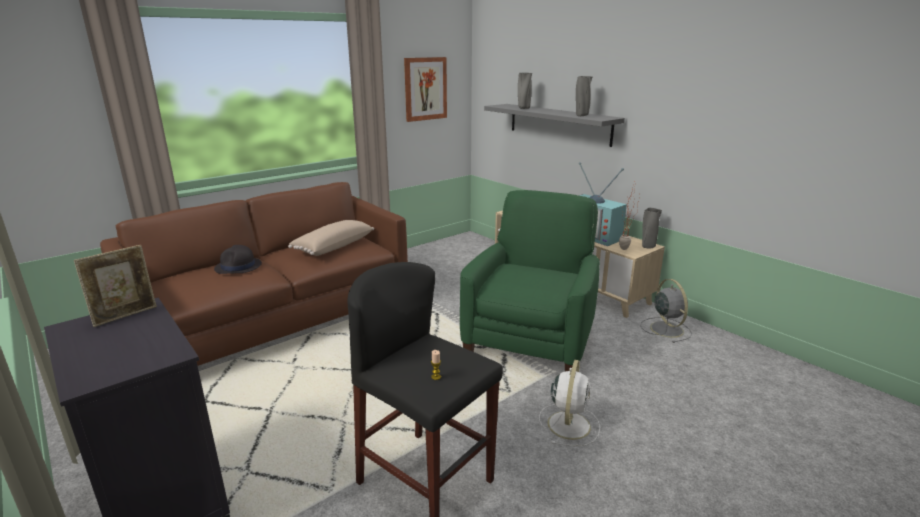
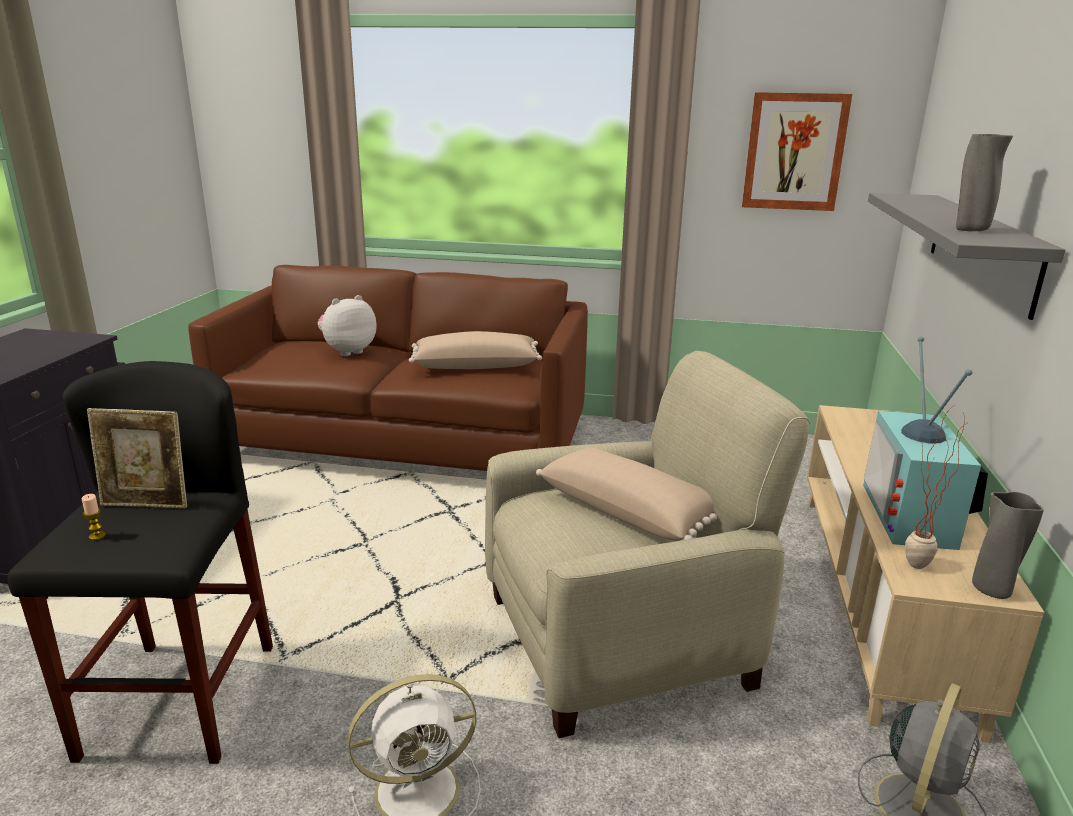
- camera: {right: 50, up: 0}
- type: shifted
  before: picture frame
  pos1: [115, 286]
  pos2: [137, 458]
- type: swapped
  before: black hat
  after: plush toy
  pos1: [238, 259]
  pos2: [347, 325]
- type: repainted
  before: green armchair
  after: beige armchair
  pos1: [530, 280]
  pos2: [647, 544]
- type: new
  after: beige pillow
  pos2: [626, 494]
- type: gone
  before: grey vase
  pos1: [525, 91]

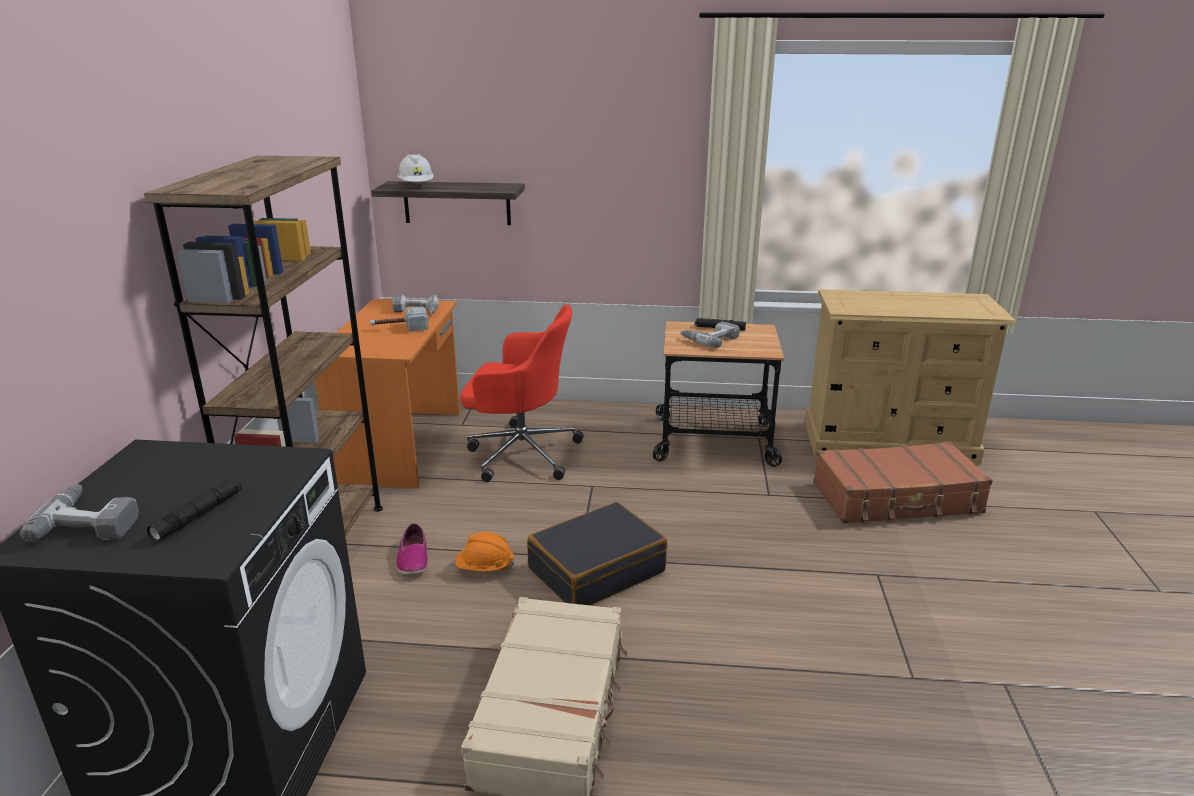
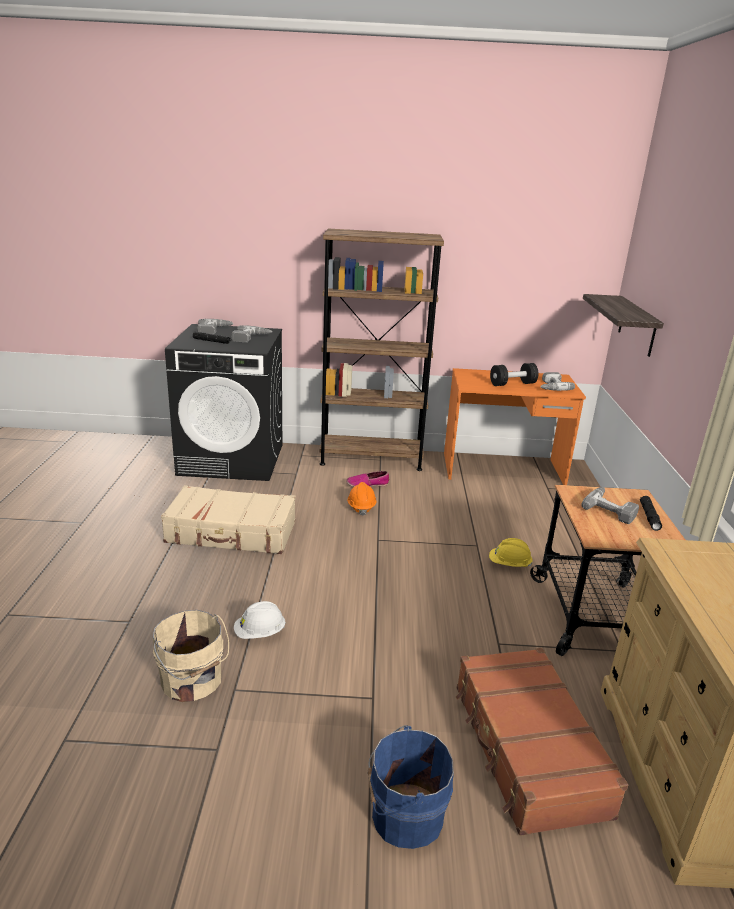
- camera: {right: 85, up: 0}
- type: new
  after: beige bucket
  pos2: [191, 656]
- type: new
  after: power drill
  pos2: [251, 334]
- type: shifted
  before: white hard hat
  pos1: [416, 168]
  pos2: [260, 620]
- type: new
  after: blue bucket
  pos2: [411, 787]
- type: new
  after: yellow hard hat
  pos2: [511, 552]
- type: swapped
  before: hammer
  after: black dumbbell
  pos1: [399, 319]
  pos2: [514, 374]
- type: gone
  before: red office chair
  pos1: [522, 393]
- type: gone
  before: black suitcase
  pos1: [597, 553]

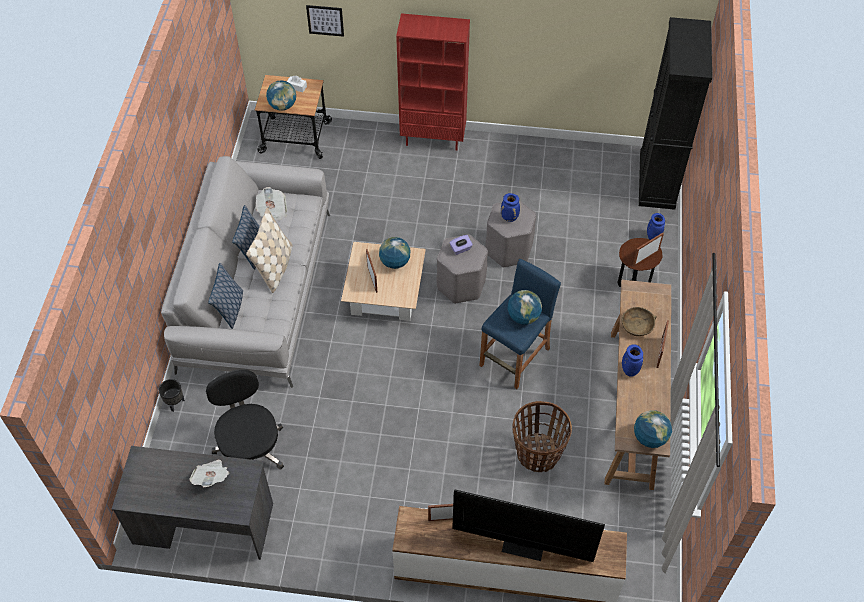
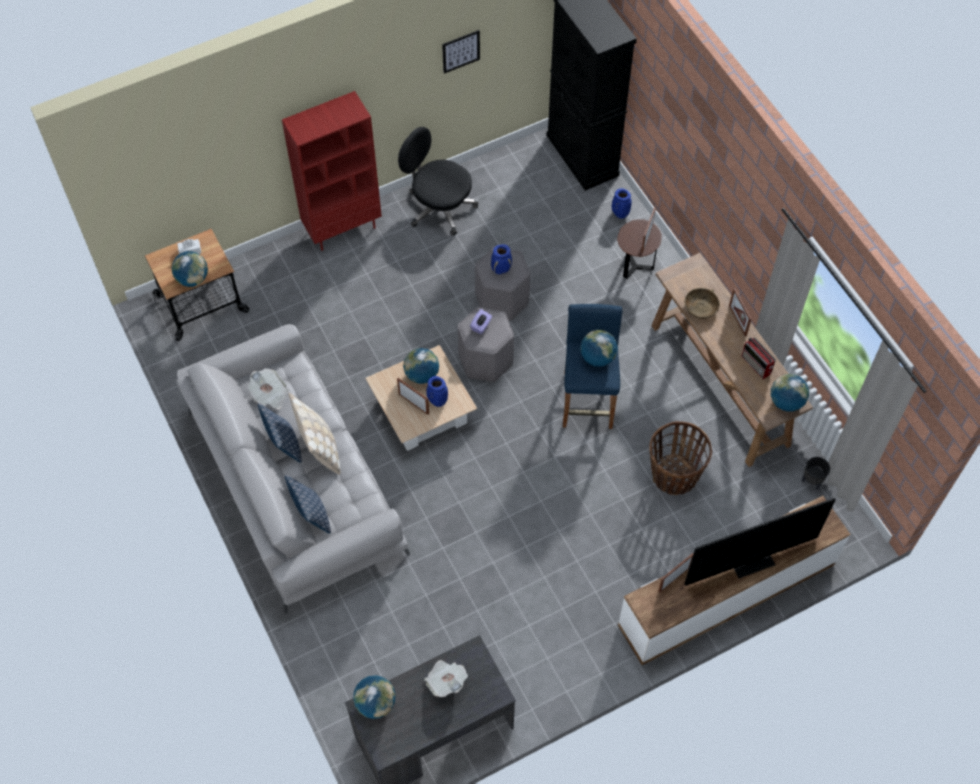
- camera: {right: -35, up: 5}
- type: new
  after: globe
  pos2: [374, 697]
- type: shifted
  before: black office chair
  pos1: [245, 419]
  pos2: [438, 181]
- type: shifted
  before: blue vase
  pos1: [632, 360]
  pos2: [437, 391]
- type: shifted
  before: picture
  pos1: [325, 21]
  pos2: [461, 52]
- type: new
  after: radio
  pos2: [758, 358]
- type: shifted
  before: black planter
  pos1: [172, 395]
  pos2: [816, 473]

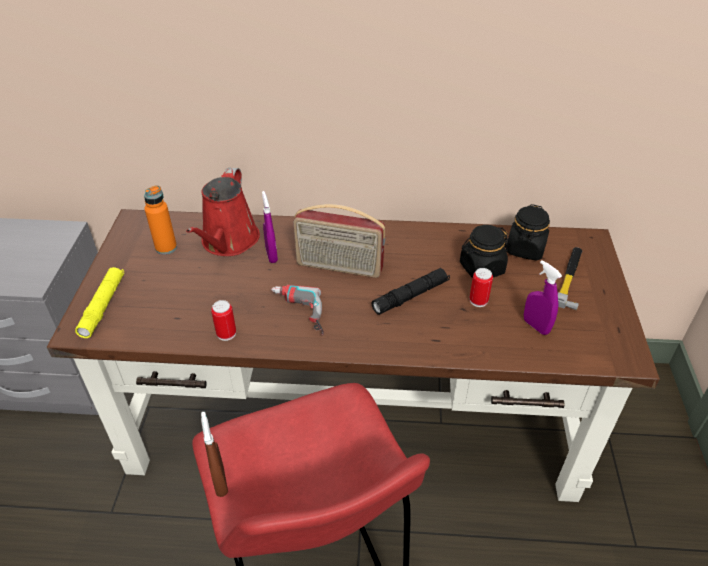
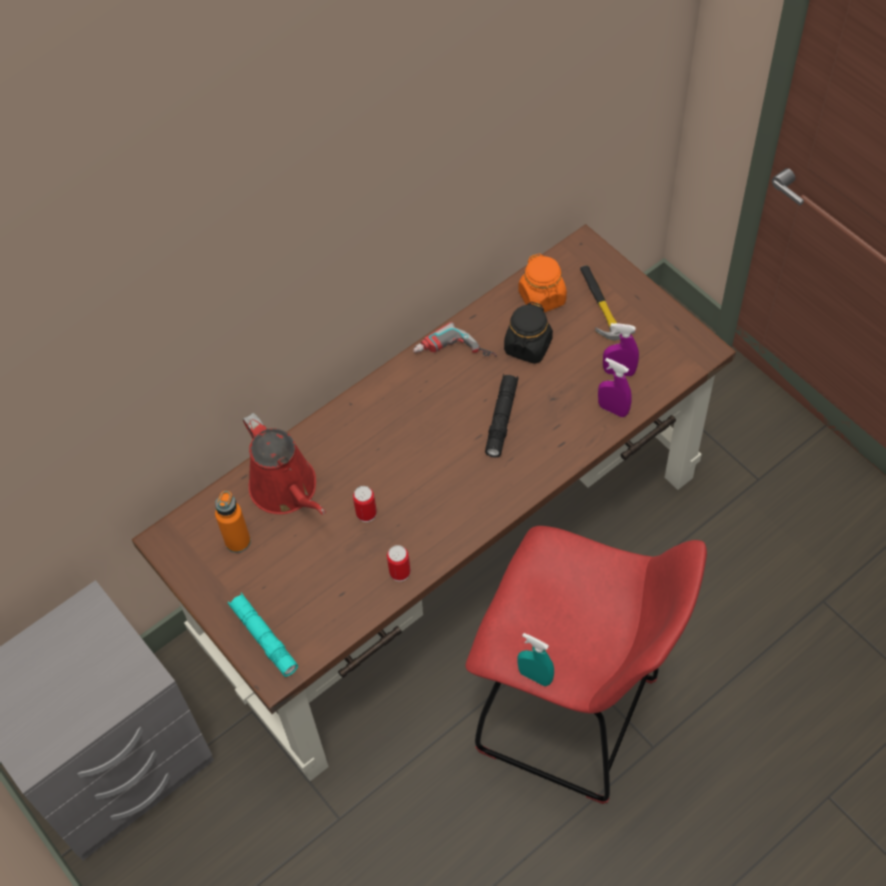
- camera: {right: -40, up: 15}
- type: repainted
  before: yellow flashlight
  after: turquoise flashlight
  pos1: [99, 302]
  pos2: [263, 635]
- type: shifted
  before: can
  pos1: [481, 287]
  pos2: [365, 504]
- type: shifted
  before: power drill
  pos1: [297, 310]
  pos2: [455, 339]
- type: repainted
  before: brown spray bottle
  after: turquoise spray bottle
  pos1: [214, 454]
  pos2: [535, 659]
- type: repainted
  before: black jar
  after: orange jar
  pos1: [528, 232]
  pos2: [543, 282]
- type: shifted
  before: purple spray bottle
  pos1: [270, 227]
  pos2: [615, 387]
- type: gone
  before: radio
  pos1: [339, 241]

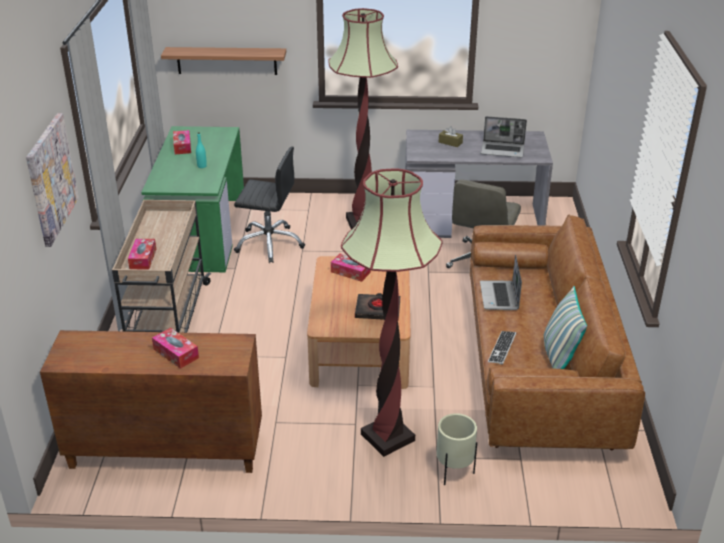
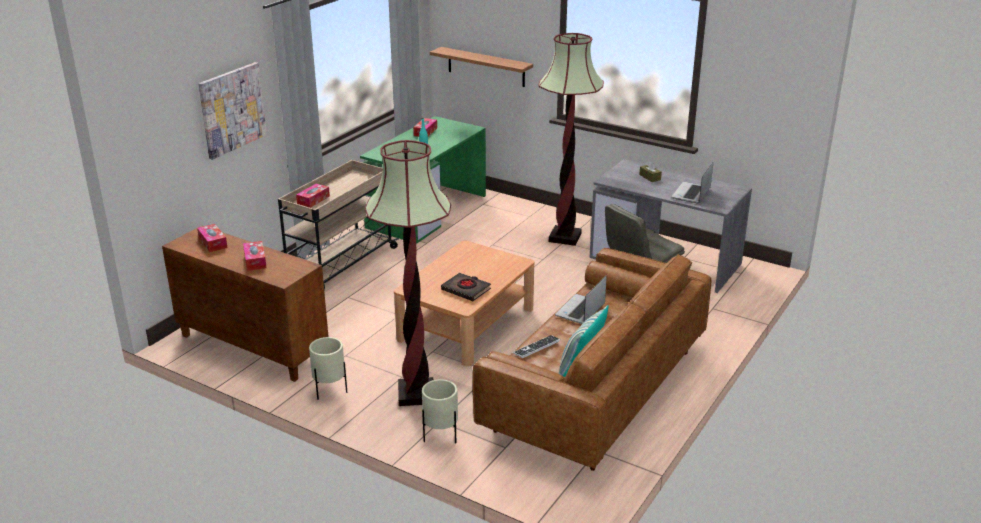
- camera: {right: 30, up: -5}
- type: shifted
  before: tissue box
  pos1: [351, 267]
  pos2: [212, 238]
- type: new
  after: beige planter
  pos2: [328, 368]
- type: rotated
  before: laptop
  pos1: [504, 137]
  pos2: [692, 182]
  turn: 75
- type: gone
  before: black office chair
  pos1: [269, 205]

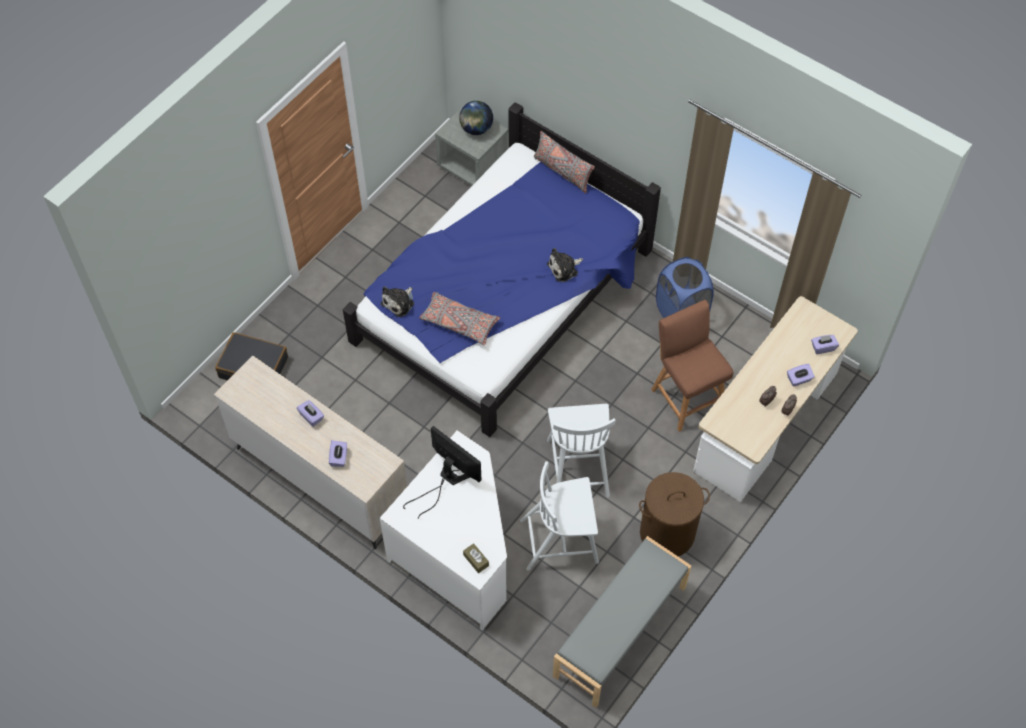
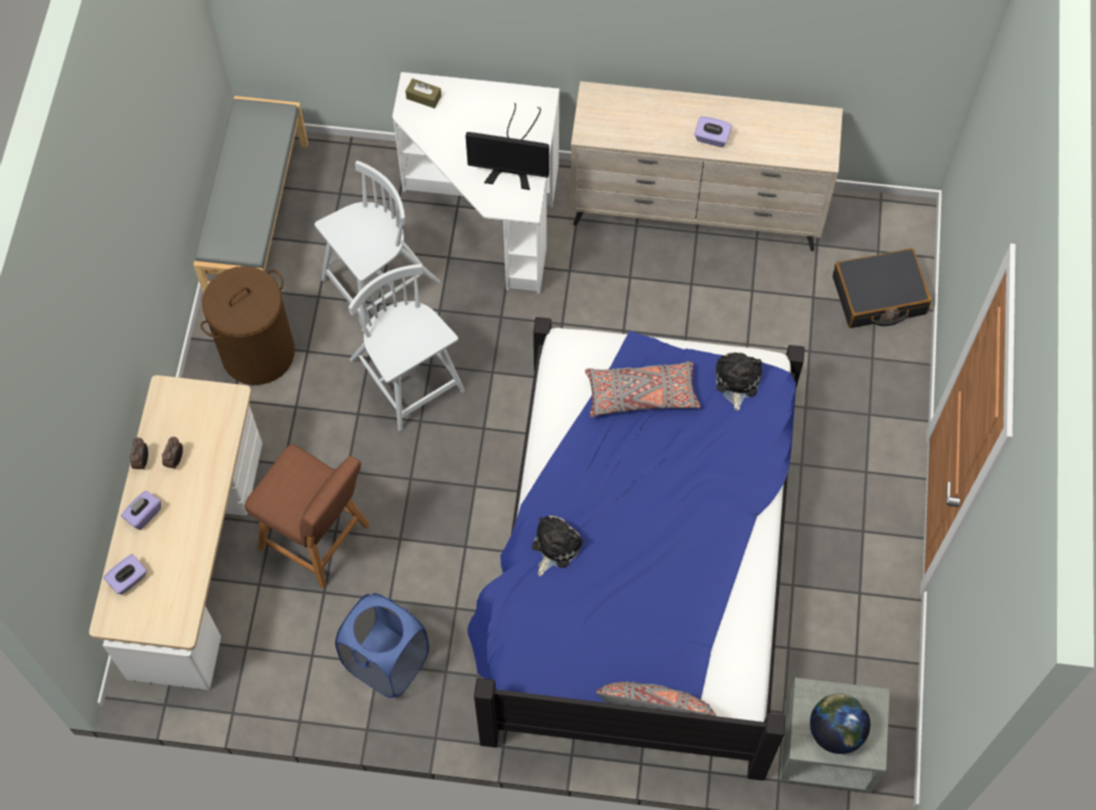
- camera: {right: 150, up: 5}
- type: gone
  before: purple tissue box
  pos1: [338, 453]

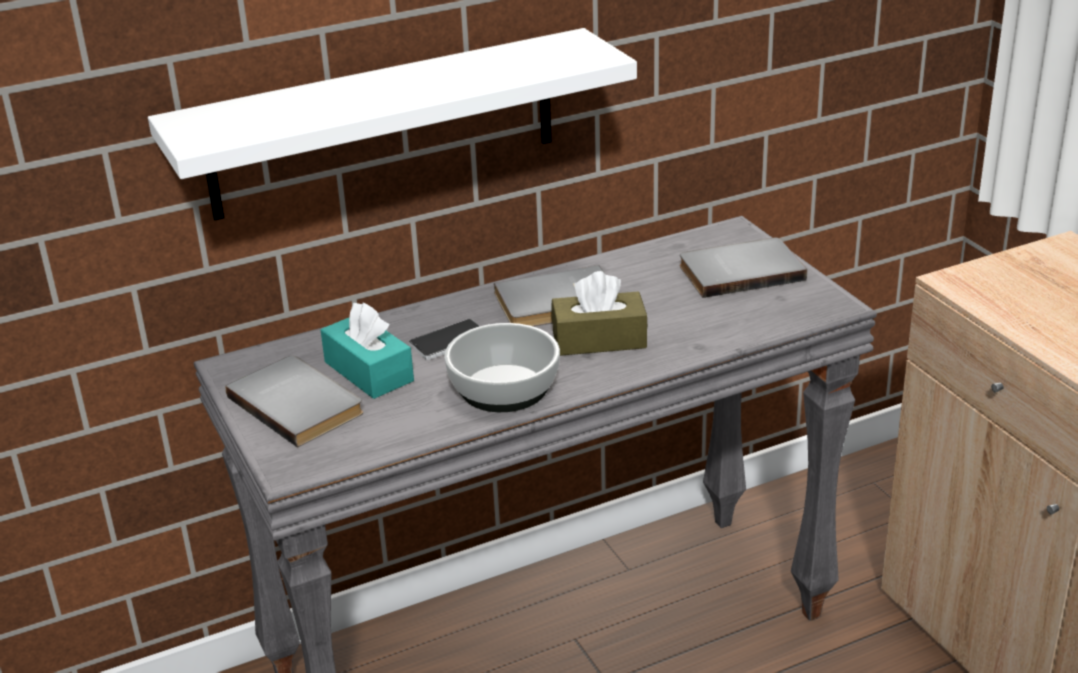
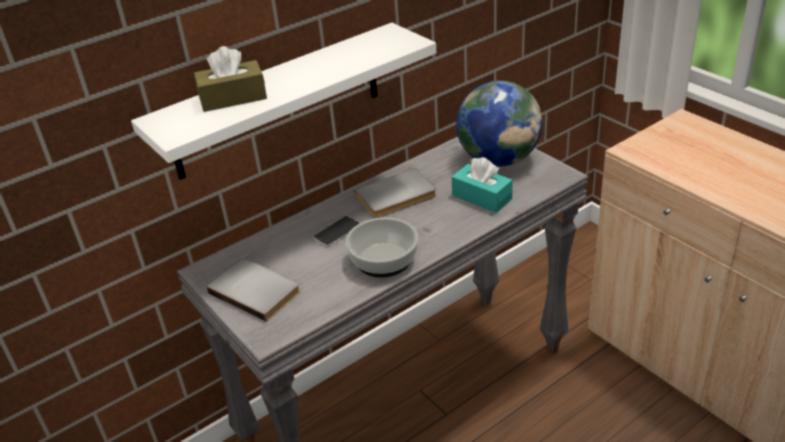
- camera: {right: -10, up: 5}
- type: shifted
  before: brown tissue box
  pos1: [599, 313]
  pos2: [230, 79]
- type: shifted
  before: turquoise tissue box
  pos1: [367, 350]
  pos2: [482, 185]
- type: swapped
  before: grey book
  after: globe
  pos1: [743, 268]
  pos2: [499, 124]

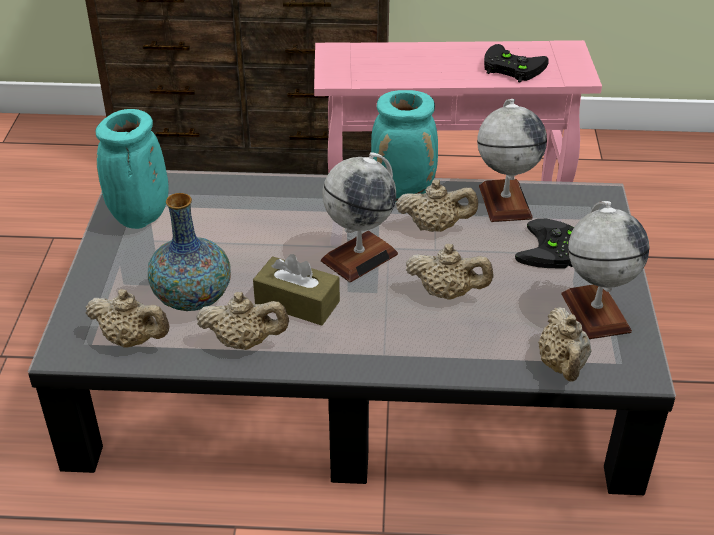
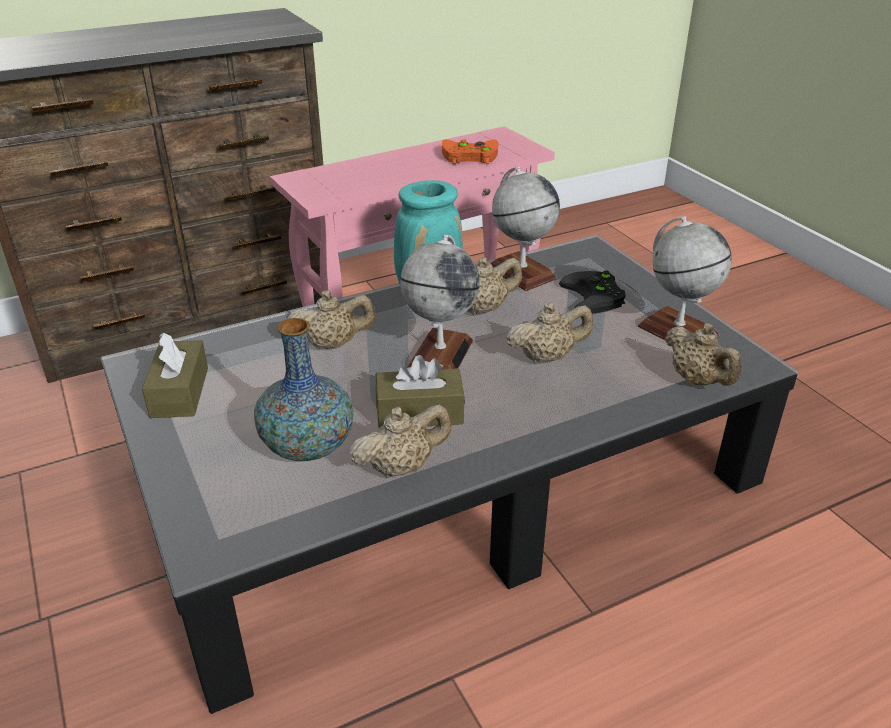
- camera: {right: -30, up: -5}
- type: swapped
  before: turquoise vase
  after: brown tissue box
  pos1: [132, 169]
  pos2: [175, 375]
- type: shifted
  before: beige teapot
  pos1: [128, 318]
  pos2: [331, 319]
- type: repainted
  before: black game controller
  after: orange game controller
  pos1: [516, 63]
  pos2: [470, 151]

